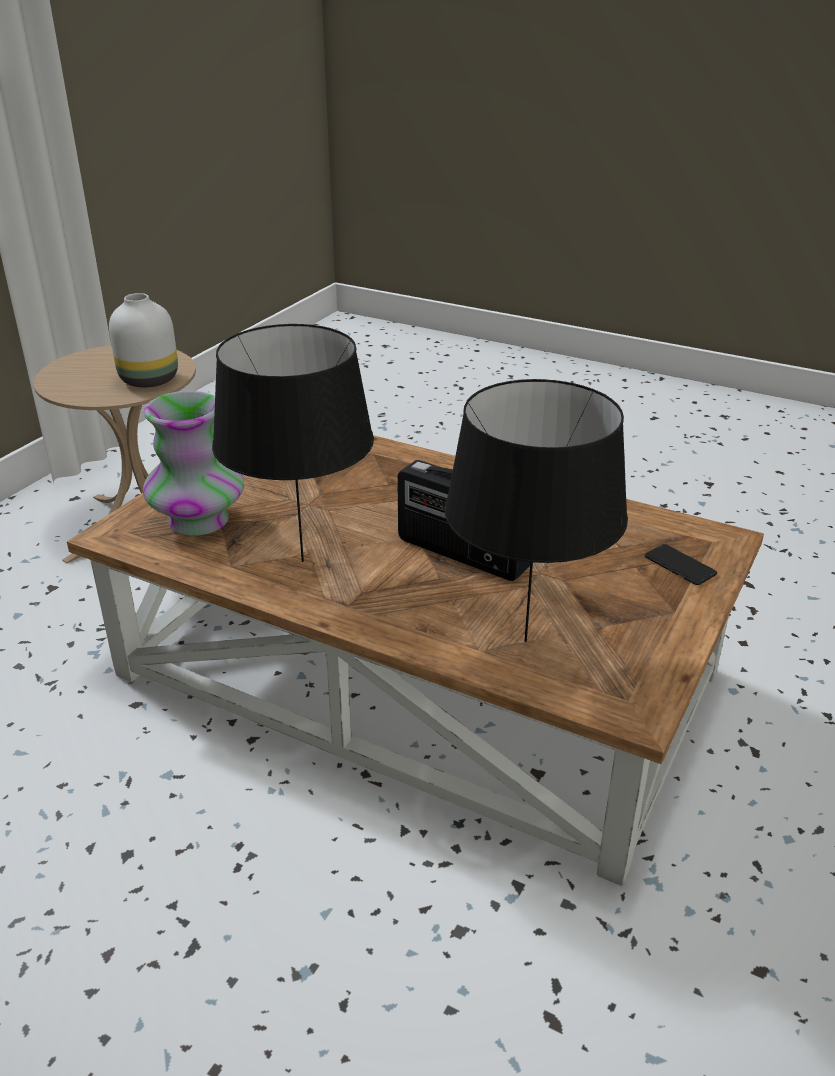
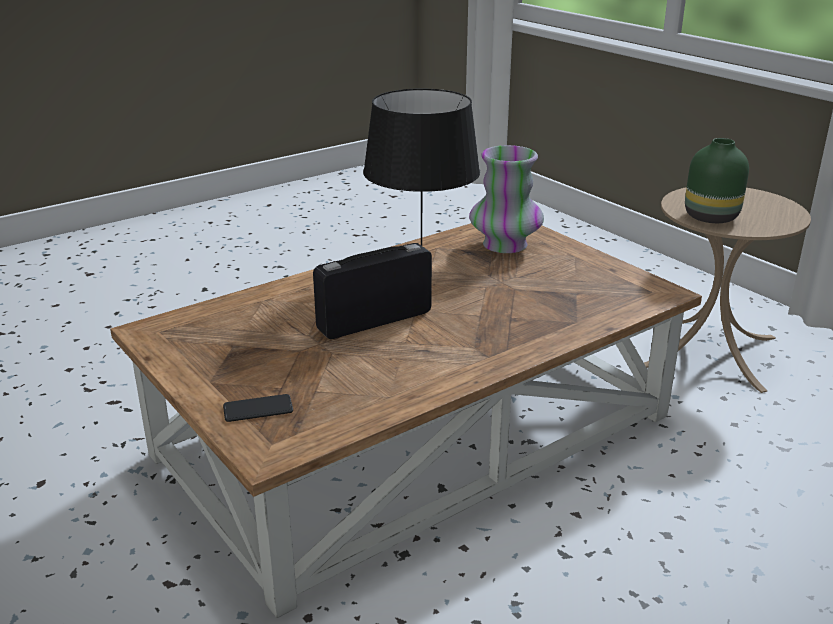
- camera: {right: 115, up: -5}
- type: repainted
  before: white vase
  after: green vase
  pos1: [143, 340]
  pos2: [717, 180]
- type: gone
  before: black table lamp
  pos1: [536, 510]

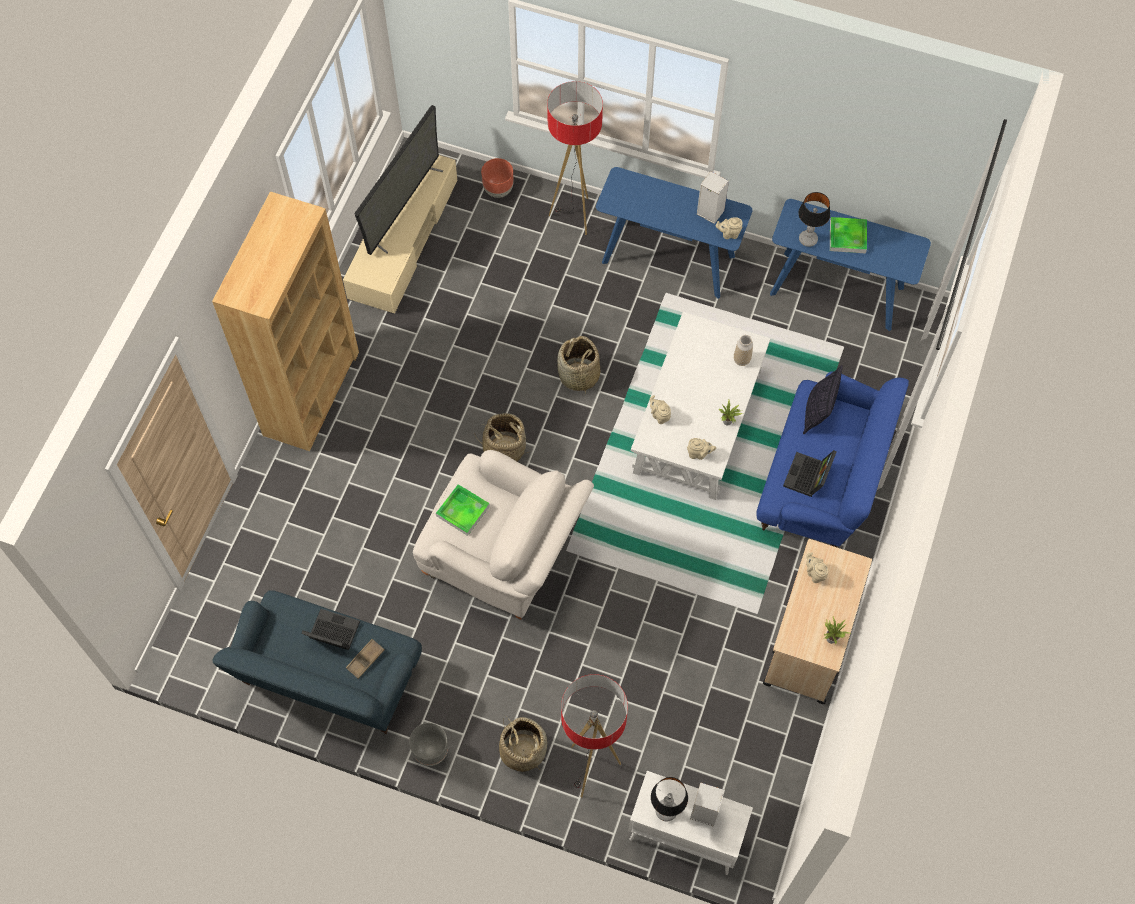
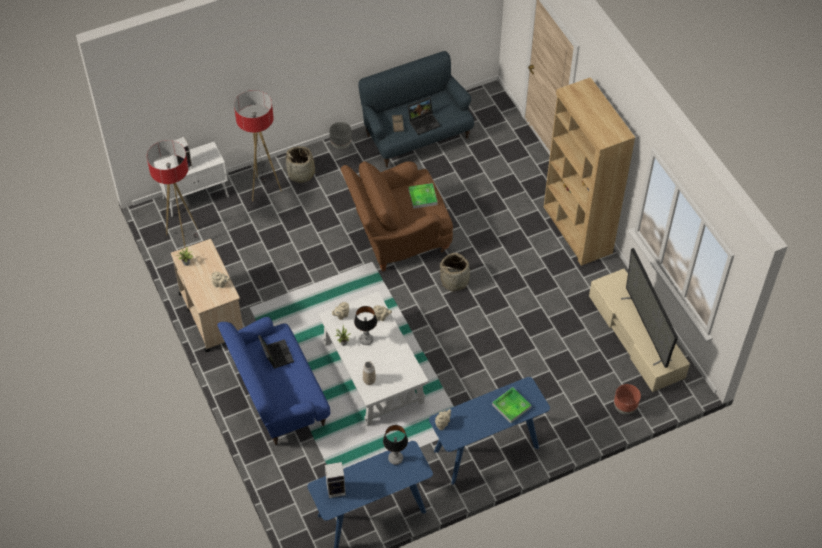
- camera: {right: 135, up: -10}
- type: shifted
  before: floor lamp
  pos1: [575, 158]
  pos2: [172, 194]
- type: shifted
  before: speaker
  pos1: [713, 197]
  pos2: [335, 480]
- type: repainted
  before: white armchair
  after: brown armchair
  pos1: [503, 534]
  pos2: [397, 216]
- type: shifted
  before: table lamp
  pos1: [669, 799]
  pos2: [365, 325]
- type: shifted
  before: tray
  pos1: [848, 235]
  pos2: [511, 405]
- type: gone
  before: basket
  pos1: [578, 365]
- type: gone
  before: pillow
  pos1: [823, 399]

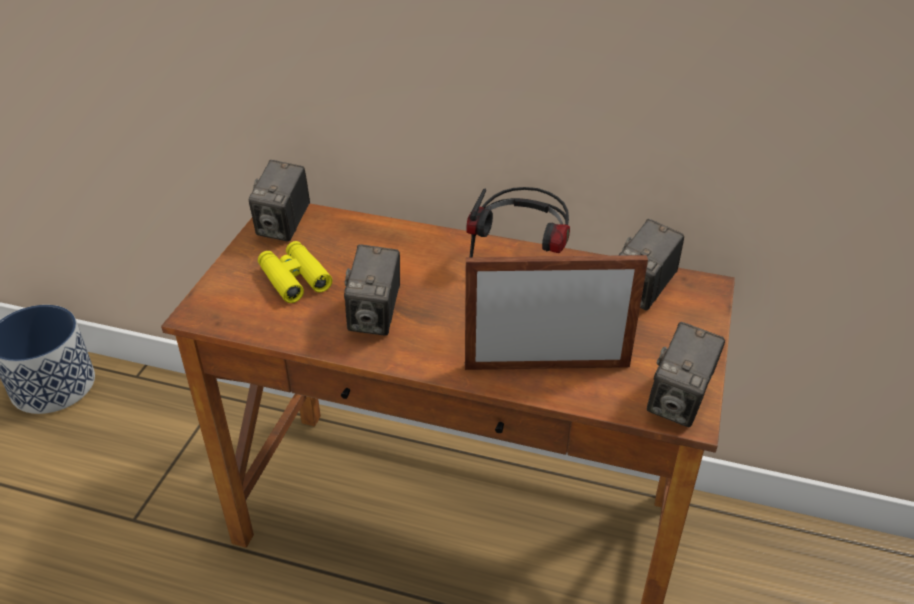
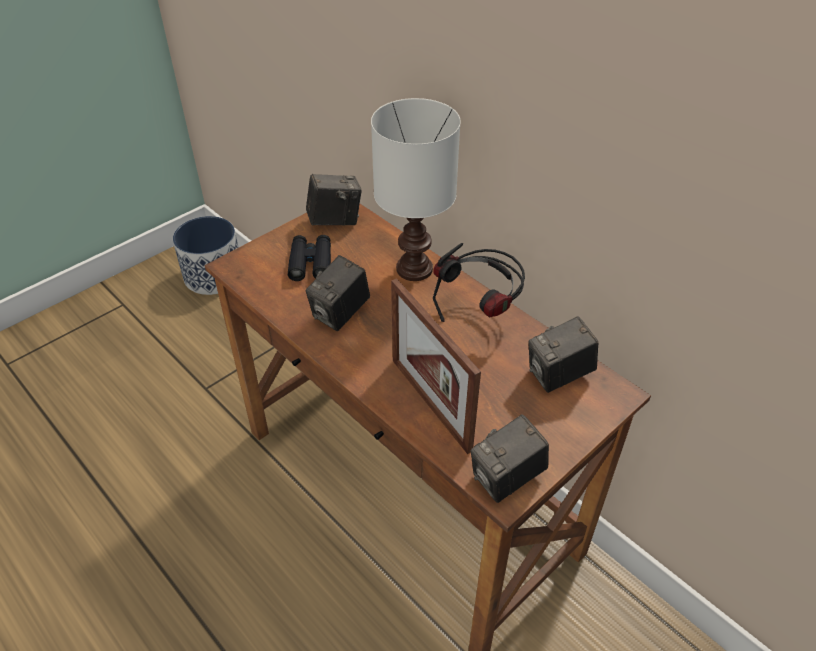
- camera: {right: 30, up: 5}
- type: repainted
  before: yellow binoculars
  after: black binoculars
  pos1: [295, 272]
  pos2: [309, 258]
- type: rotated
  before: photo camera
  pos1: [279, 201]
  pos2: [334, 200]
  turn: -150
- type: new
  after: white table lamp
  pos2: [416, 189]
- type: rotated
  before: picture frame
  pos1: [556, 312]
  pos2: [436, 366]
  turn: -150

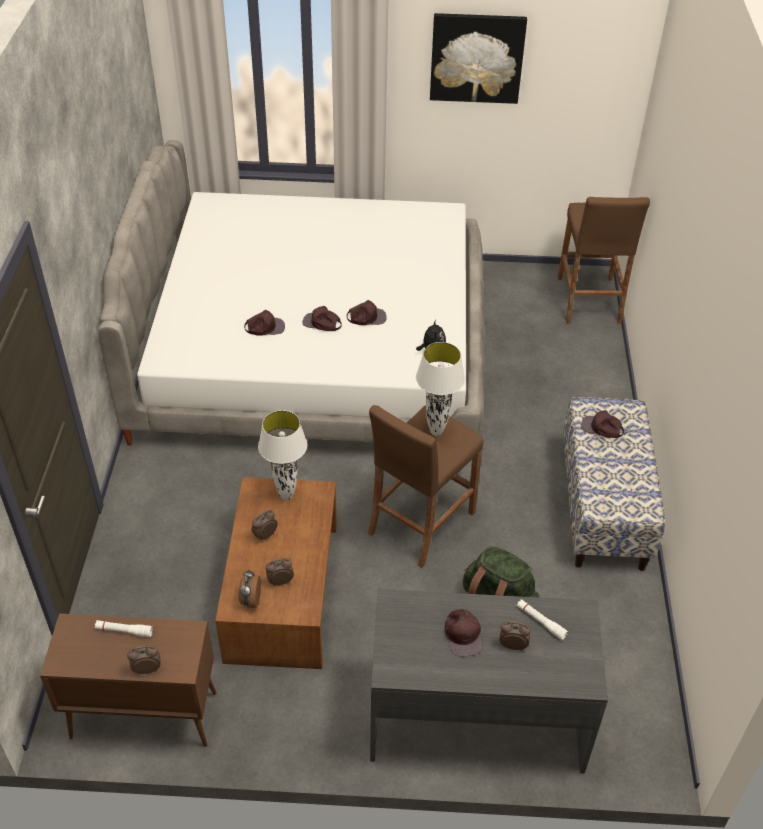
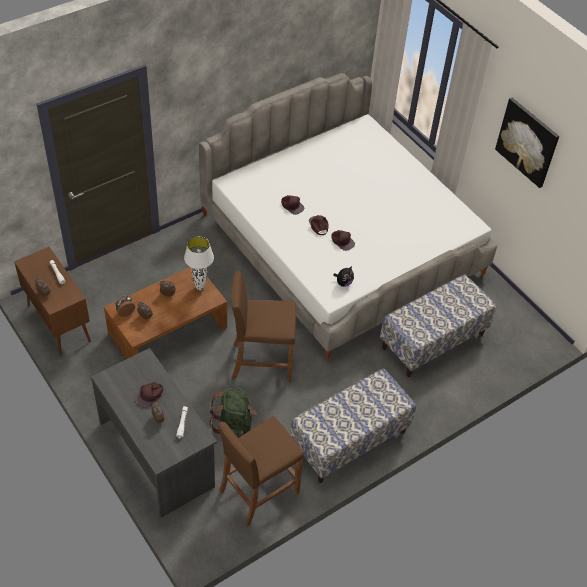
- camera: {right: 50, up: 5}
- type: shifted
  before: brown stool
  pos1: [604, 260]
  pos2: [261, 471]
- type: new
  after: bench
  pos2: [438, 325]
- type: gone
  before: white table lamp
  pos1: [440, 389]
- type: gone
  before: brown cap
  pos1: [602, 424]

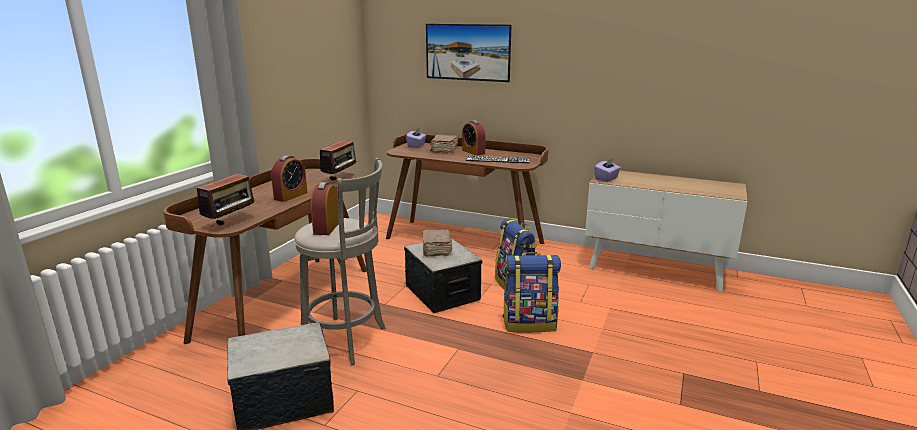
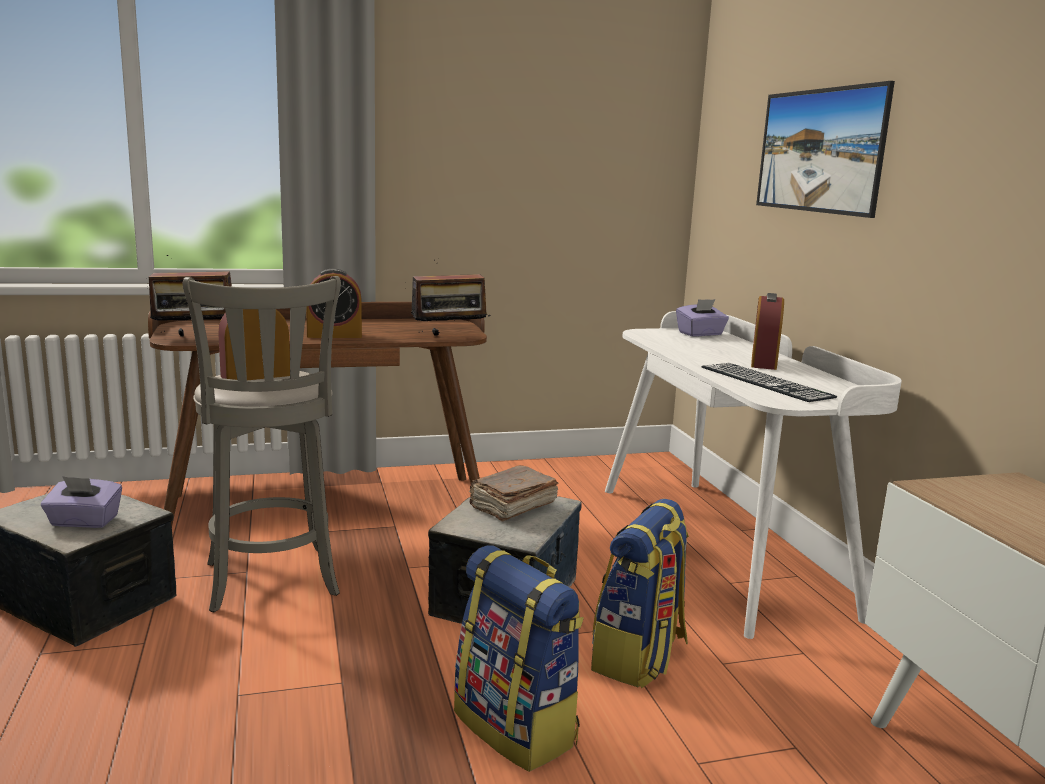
- camera: {right: 50, up: -5}
- type: shifted
  before: purple tissue box
  pos1: [607, 170]
  pos2: [81, 502]
- type: repainted
  before: brown desk
  after: white desk
  pos1: [467, 189]
  pos2: [753, 475]
- type: gone
  before: brown book
  pos1: [444, 144]

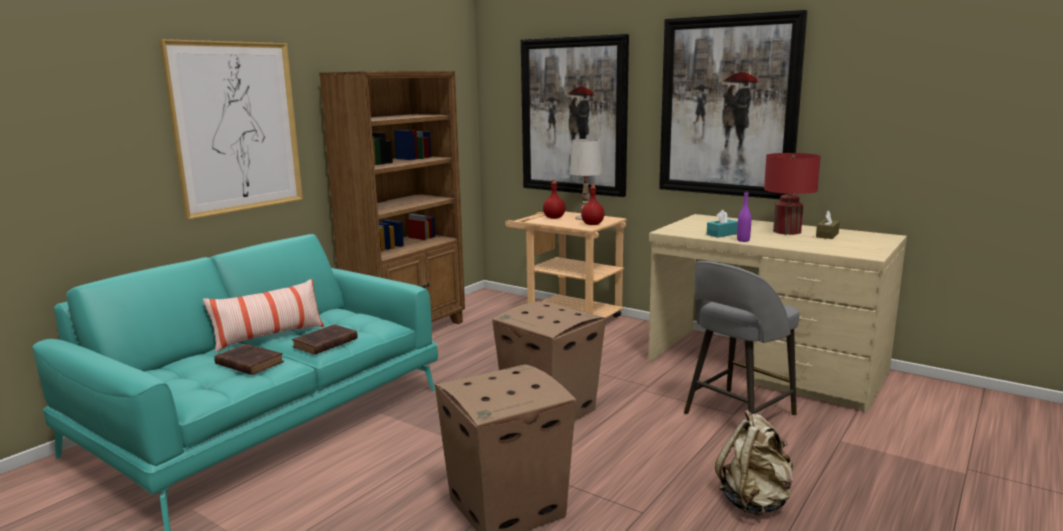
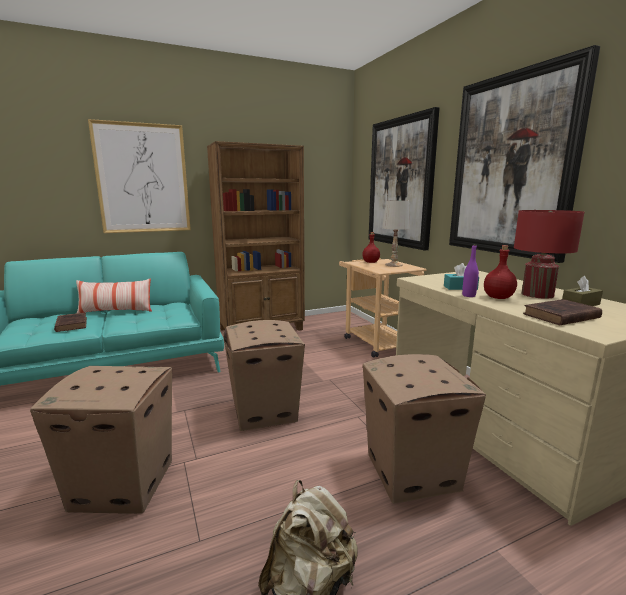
- camera: {right: 30, up: 0}
- type: swapped
  before: grey stool
  after: cardboard box
  pos1: [741, 338]
  pos2: [424, 429]
- type: shifted
  before: red bottle
  pos1: [592, 204]
  pos2: [500, 272]
- type: shifted
  before: brown book
  pos1: [325, 339]
  pos2: [562, 312]

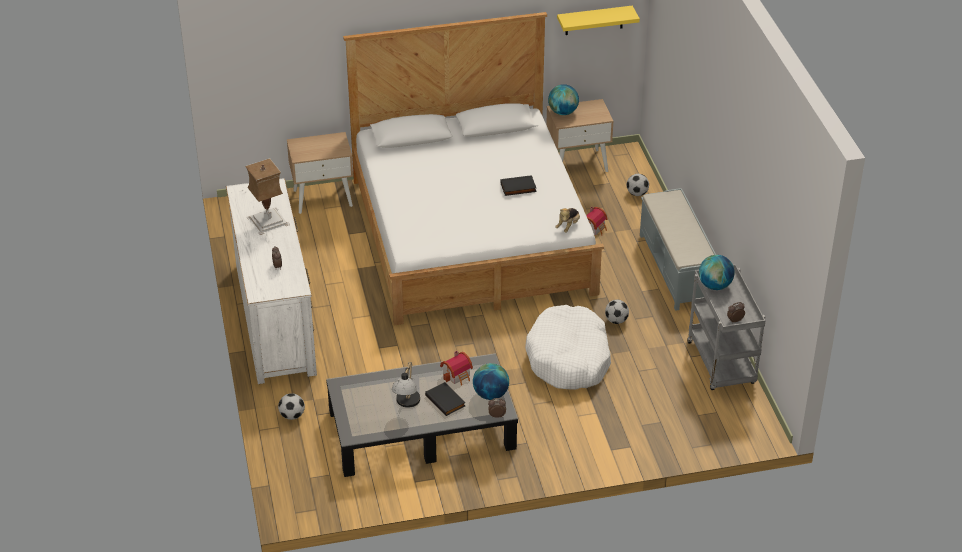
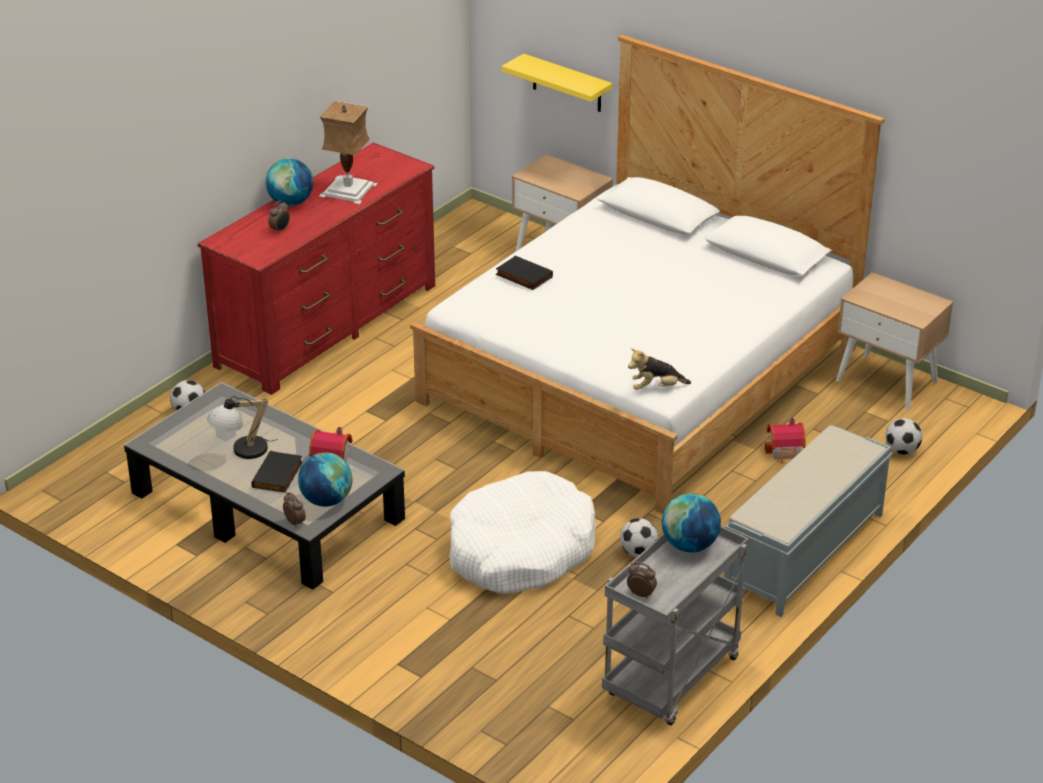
- camera: {right: 50, up: -5}
- type: repainted
  before: white dresser
  after: red dresser
  pos1: [271, 281]
  pos2: [316, 269]
- type: shifted
  before: globe
  pos1: [563, 99]
  pos2: [289, 182]
- type: shifted
  before: black book
  pos1: [518, 185]
  pos2: [524, 273]
- type: shifted
  before: yellow shelf
  pos1: [598, 20]
  pos2: [557, 83]

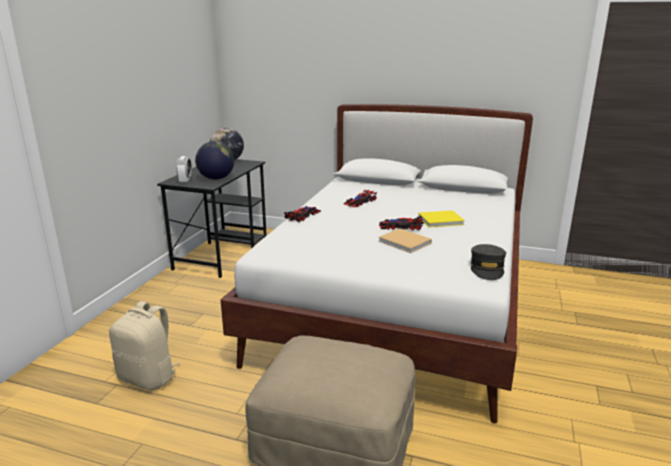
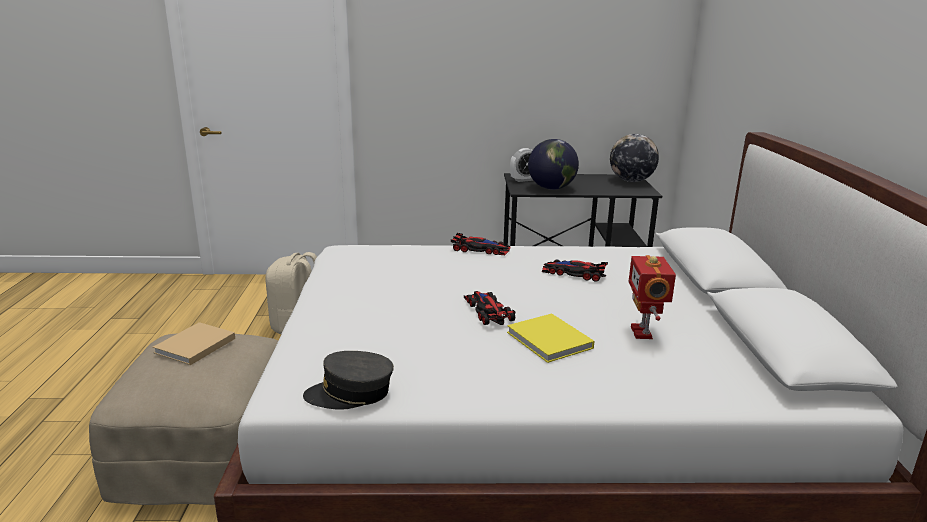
- camera: {right: 70, up: 0}
- type: shifted
  before: beige book
  pos1: [405, 240]
  pos2: [194, 343]
- type: new
  after: toy robot
  pos2: [652, 297]

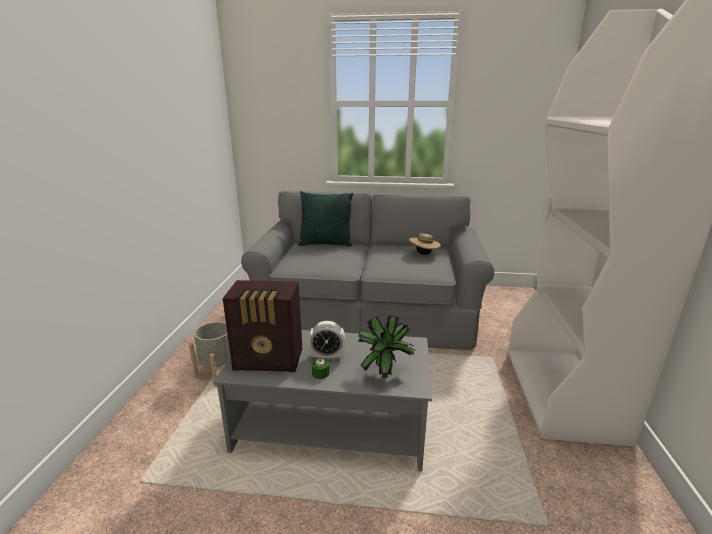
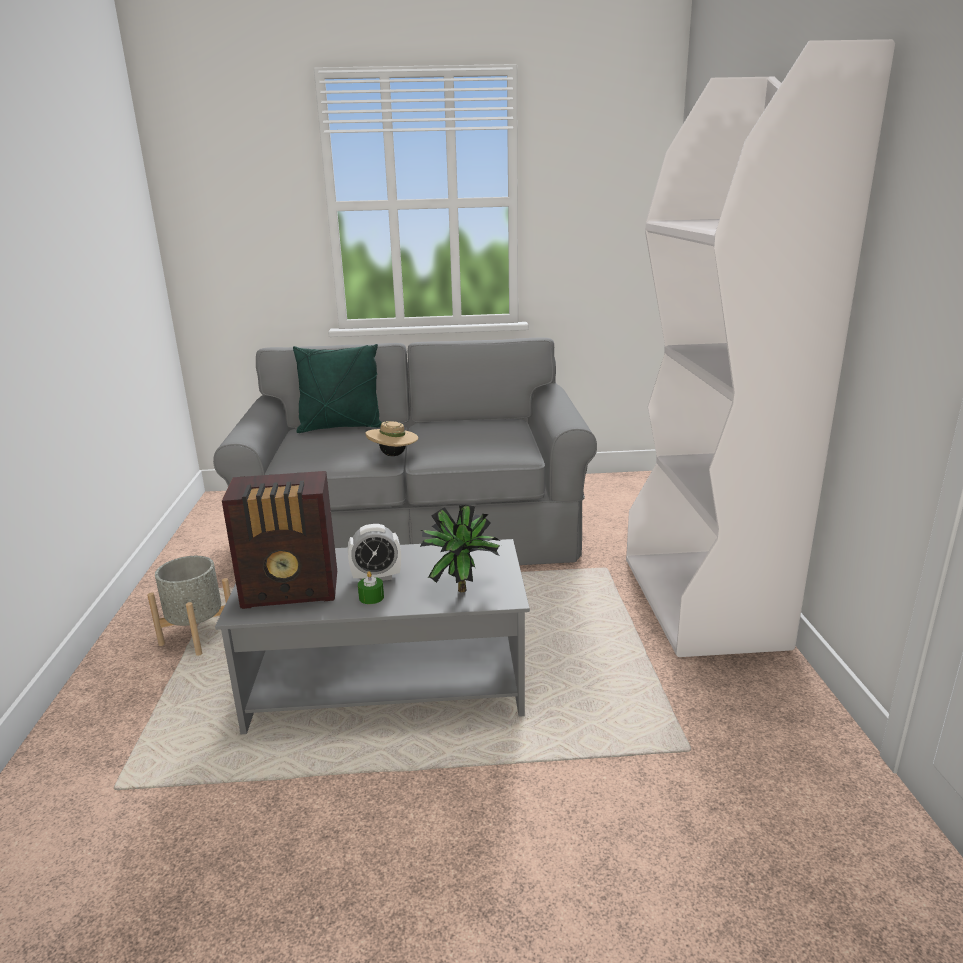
- camera: {right: -10, up: 0}
- type: shifted
  before: beige hat
  pos1: [425, 244]
  pos2: [392, 438]

